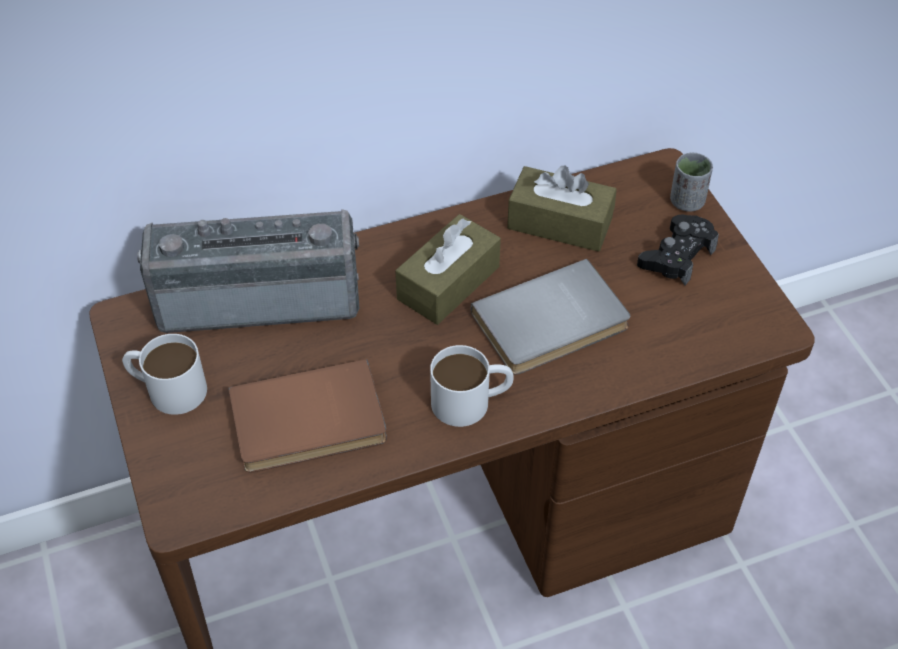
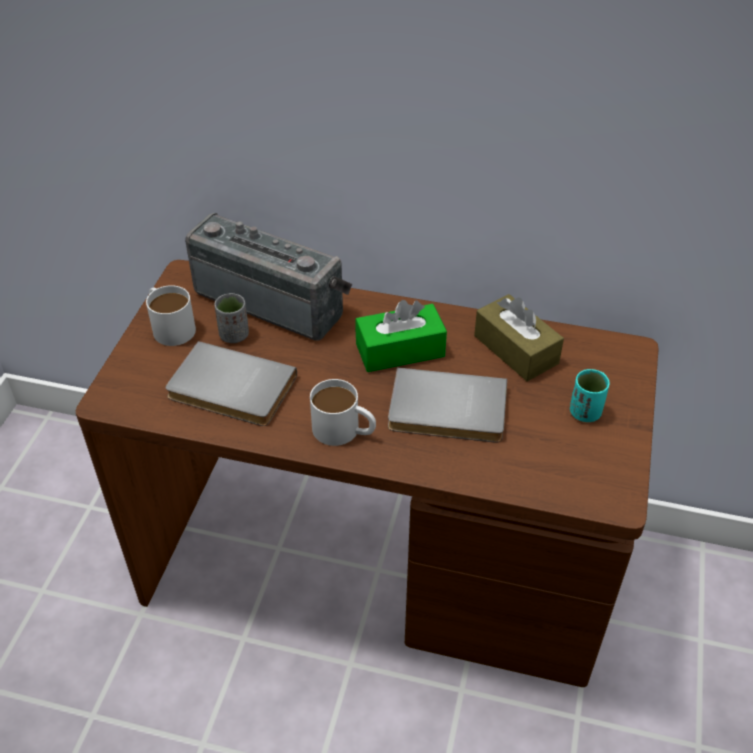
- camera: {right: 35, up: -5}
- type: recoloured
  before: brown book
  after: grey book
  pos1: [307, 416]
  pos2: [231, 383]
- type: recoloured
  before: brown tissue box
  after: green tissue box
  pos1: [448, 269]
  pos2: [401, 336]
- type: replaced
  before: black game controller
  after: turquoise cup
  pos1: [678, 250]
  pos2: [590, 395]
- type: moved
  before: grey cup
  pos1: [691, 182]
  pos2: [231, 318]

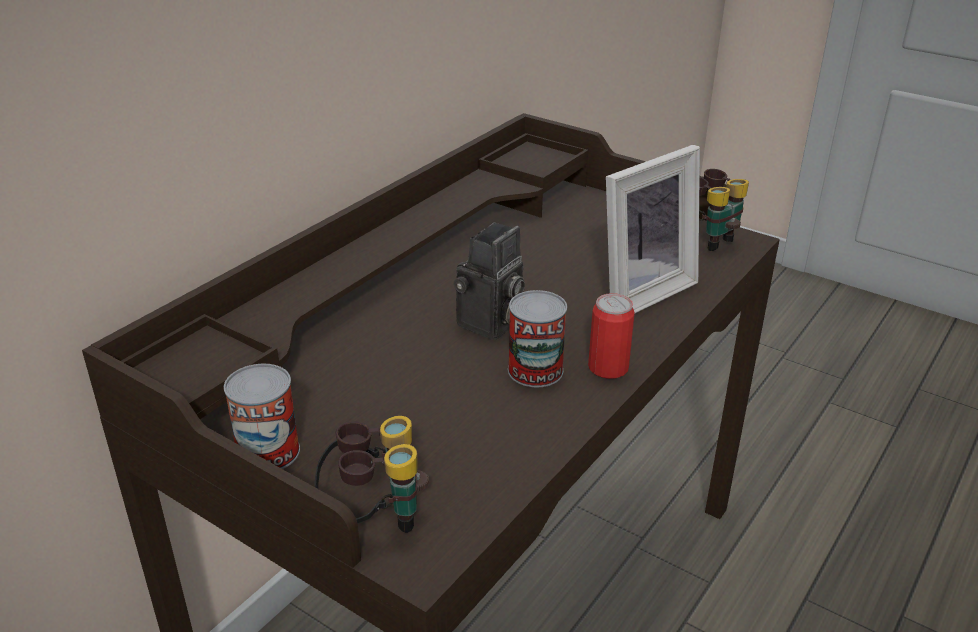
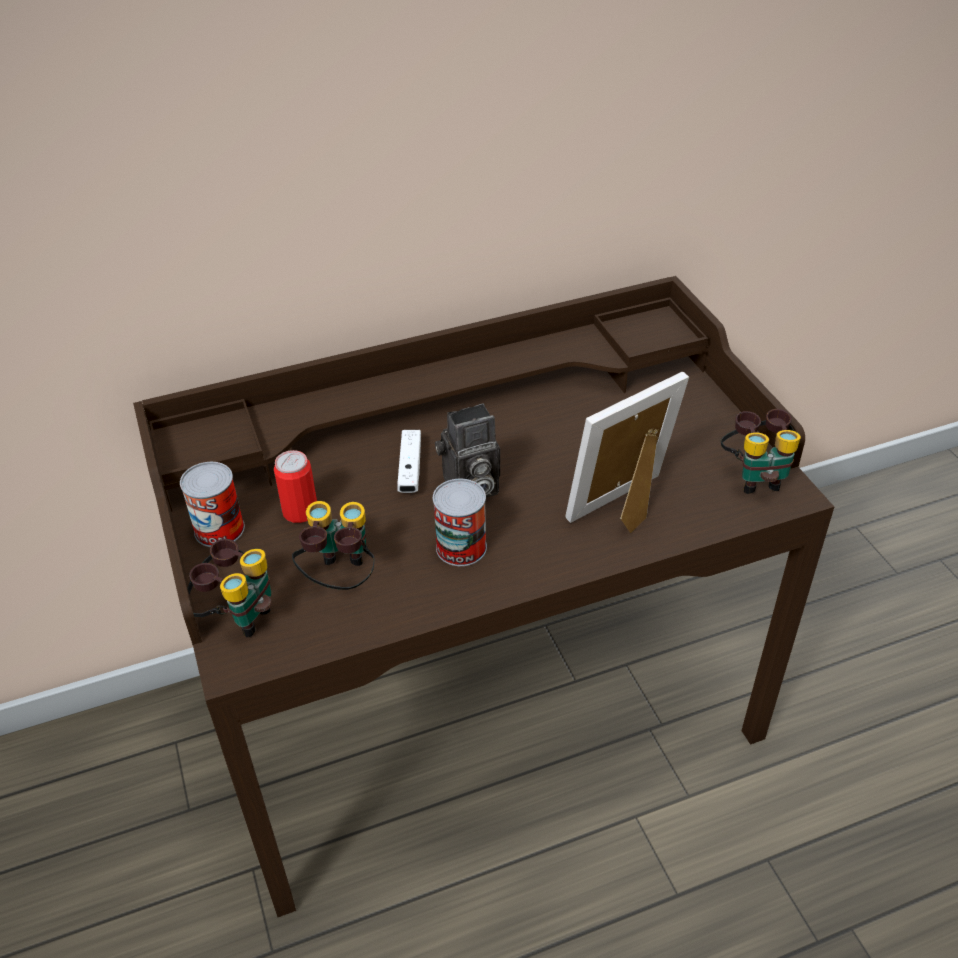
- camera: {right: 35, up: 10}
- type: moved
  before: can
  pos1: [611, 336]
  pos2: [295, 486]
- type: turned
  before: picture frame
  pos1: [653, 229]
  pos2: [627, 452]
  turn: 150
- type: added
  after: binoculars
  pos2: [333, 545]
- type: added
  after: white game controller
  pos2: [409, 461]

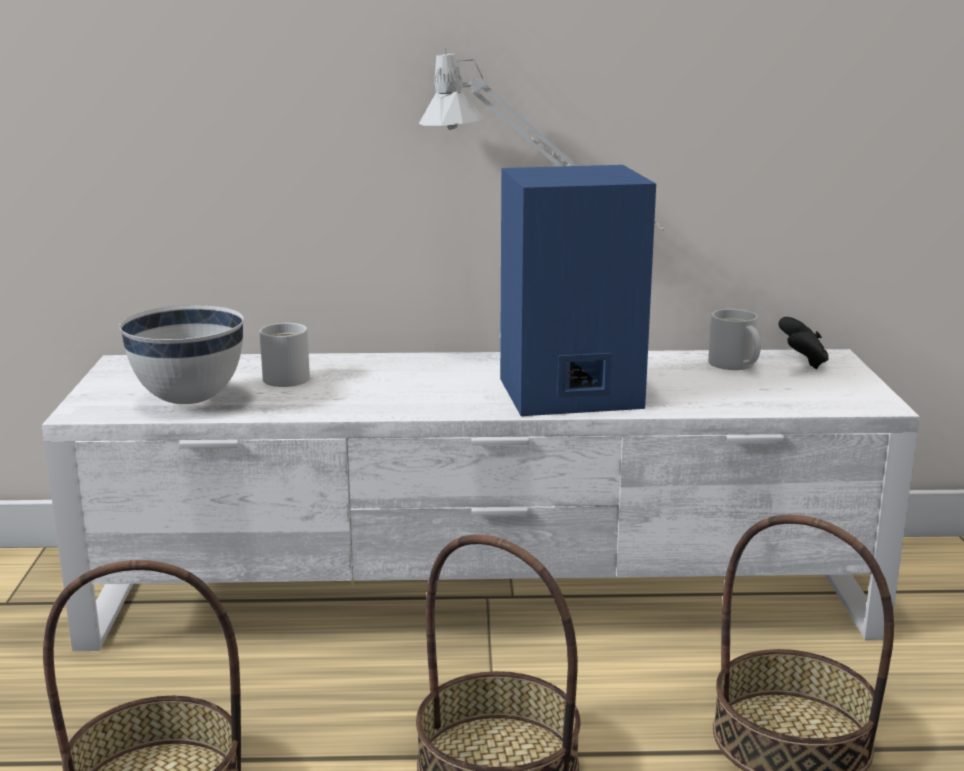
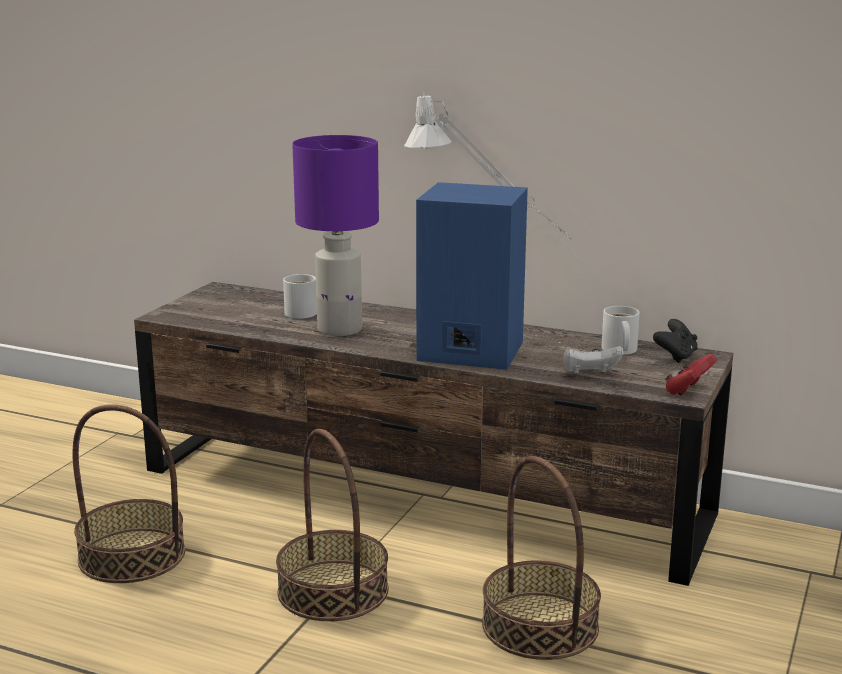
- camera: {right: 25, up: 0}
- type: recoloured
  before: white tv stand
  after: brown tv stand
  pos1: [481, 500]
  pos2: [433, 434]
- type: removed
  before: white bowl
  pos1: [181, 354]
- type: added
  after: purple table lamp
  pos2: [335, 235]
- type: added
  after: white game controller
  pos2: [593, 360]
- type: added
  after: red game controller
  pos2: [691, 374]

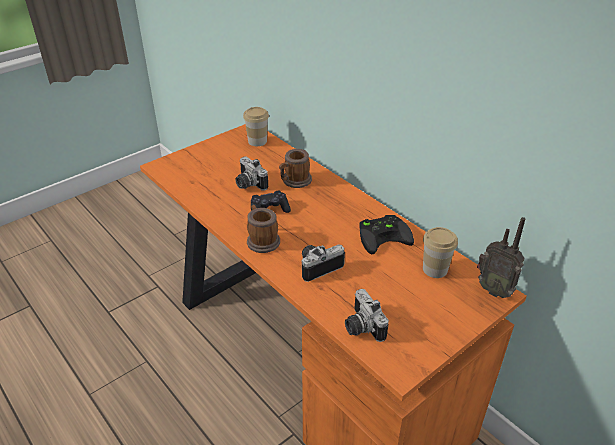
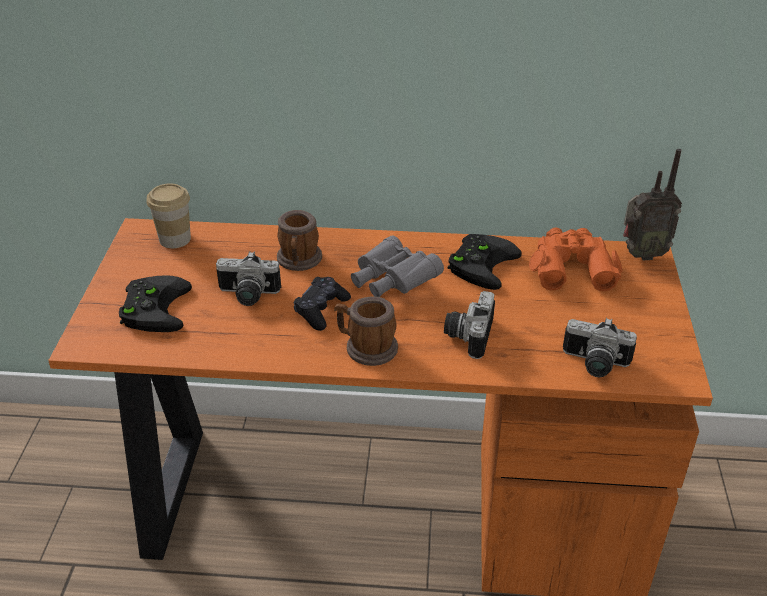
- camera: {right: -45, up: 0}
- type: replaced
  before: cup
  after: orange binoculars
  pos1: [440, 252]
  pos2: [575, 259]
- type: added
  after: black game controller
  pos2: [155, 303]
- type: added
  after: grey binoculars
  pos2: [397, 266]

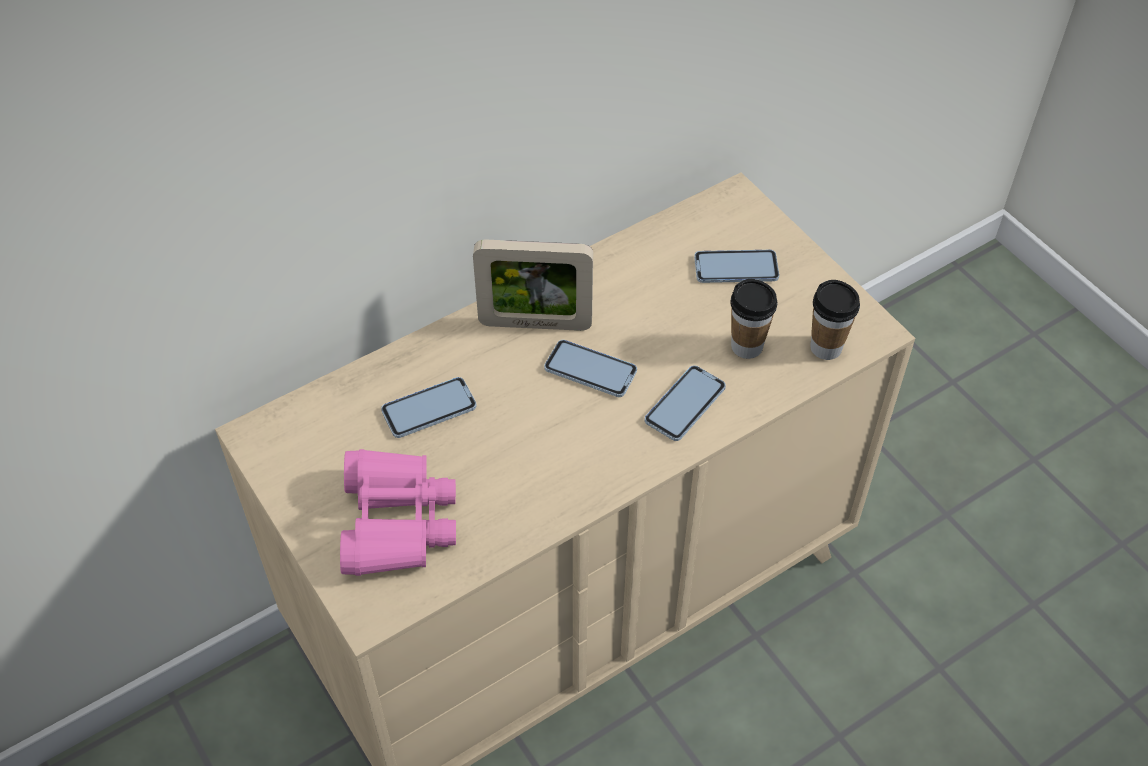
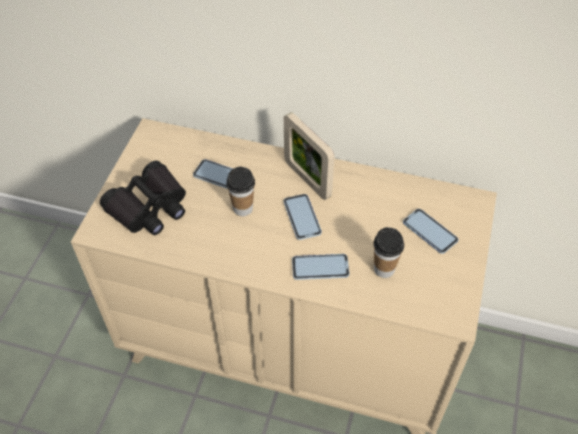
- camera: {right: 50, up: 0}
- type: recoloured
  before: pink binoculars
  after: black binoculars
  pos1: [398, 512]
  pos2: [143, 198]
- type: moved
  before: cup
  pos1: [835, 320]
  pos2: [240, 191]

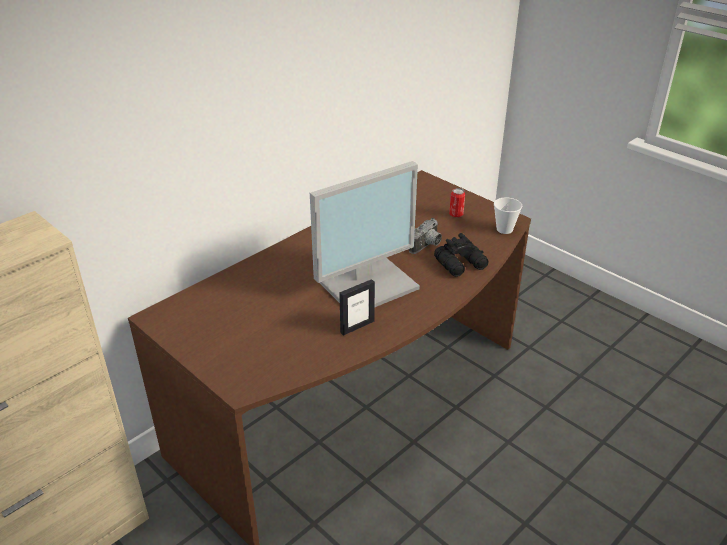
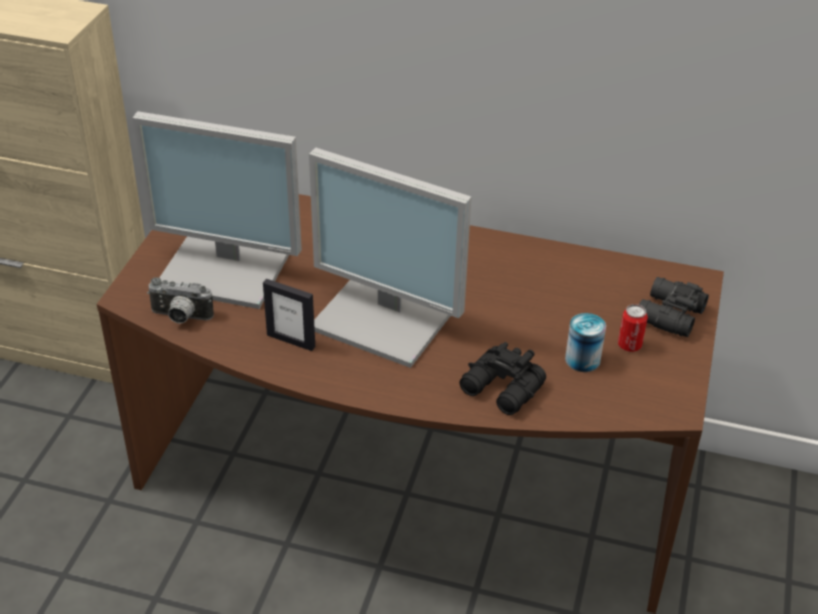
- camera: {right: 60, up: 5}
- type: moved
  before: photo camera
  pos1: [425, 236]
  pos2: [180, 300]
- type: removed
  before: cup
  pos1: [508, 215]
- type: added
  after: monitor
  pos2: [217, 210]
- type: added
  after: can
  pos2: [585, 342]
- type: added
  after: black binoculars
  pos2: [674, 307]

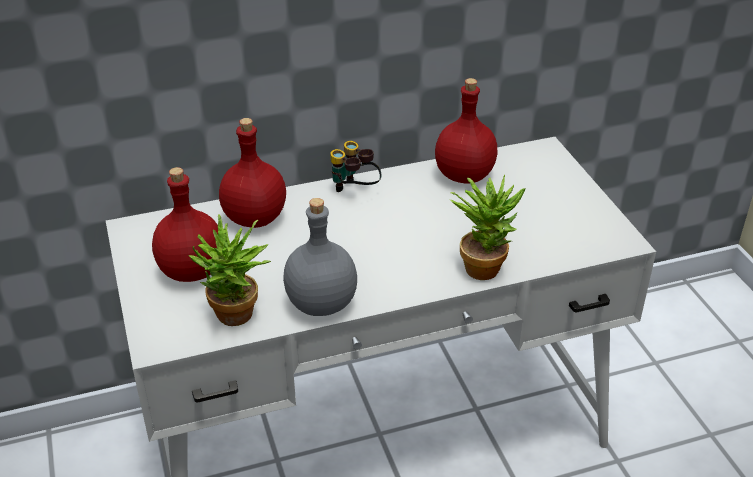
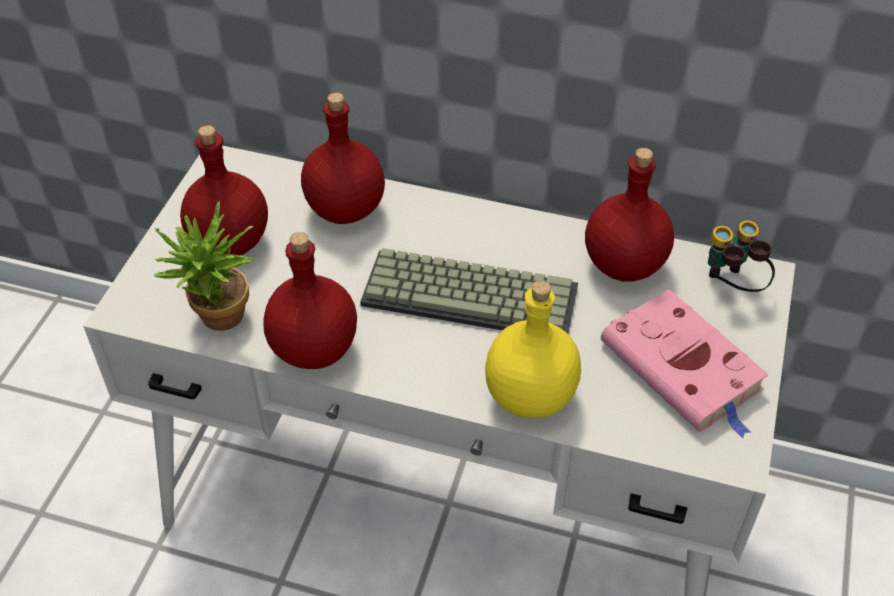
- camera: {right: 35, up: 10}
- type: recoloured
  before: grey bottle
  after: red bottle
  pos1: [320, 257]
  pos2: [310, 300]
- type: moved
  before: binoculars
  pos1: [355, 166]
  pos2: [741, 256]
- type: replaced
  before: potted plant
  after: yellow bottle
  pos1: [487, 227]
  pos2: [533, 349]
- type: added
  after: keyboard
  pos2: [469, 290]
- type: added
  after: pink book
  pos2: [685, 363]

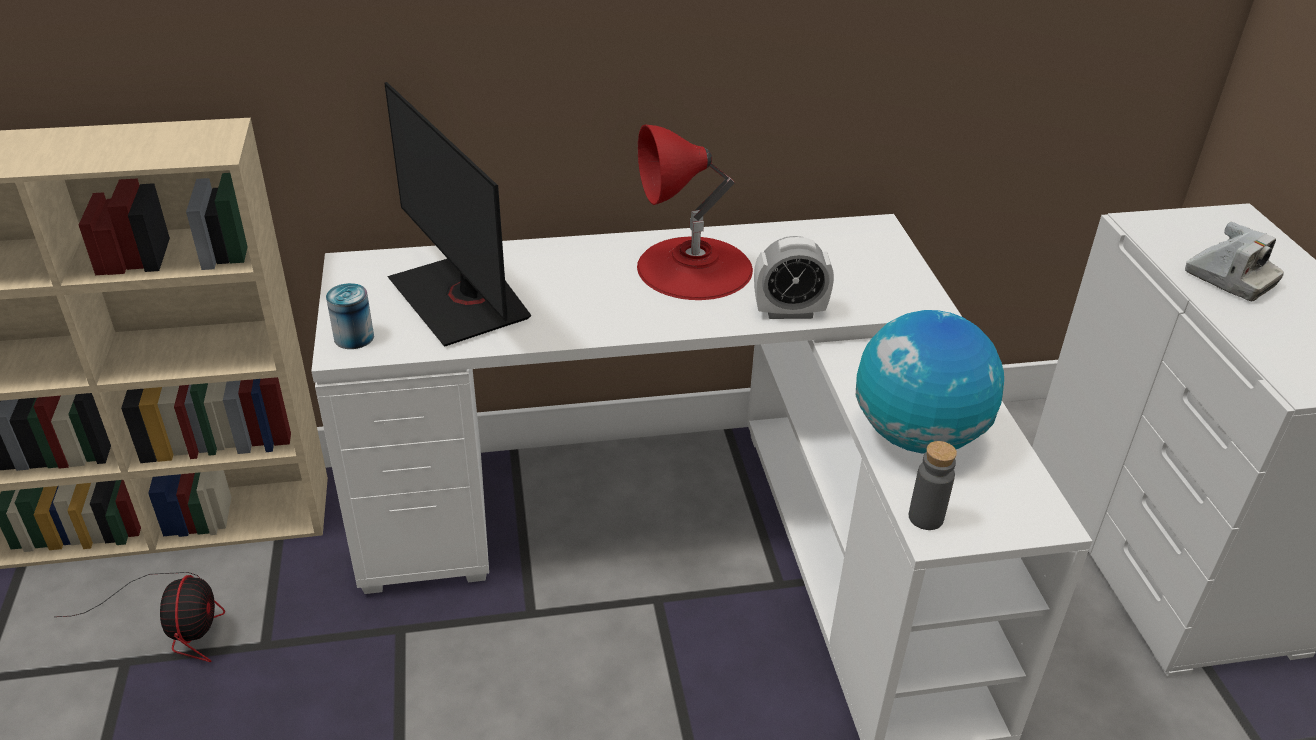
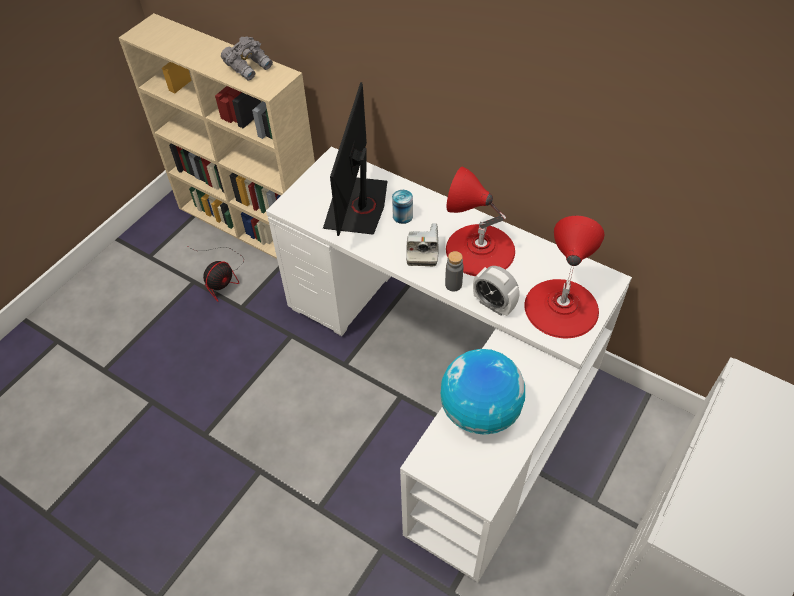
- camera: {right: 45, up: 15}
- type: moved
  before: can
  pos1: [350, 316]
  pos2: [402, 207]
- type: moved
  before: grey bottle
  pos1: [933, 485]
  pos2: [454, 271]
- type: moved
  before: photo camera
  pos1: [1234, 262]
  pos2: [422, 244]
- type: added
  after: grey binoculars
  pos2: [247, 58]
- type: added
  after: red table lamp
  pos2: [564, 277]

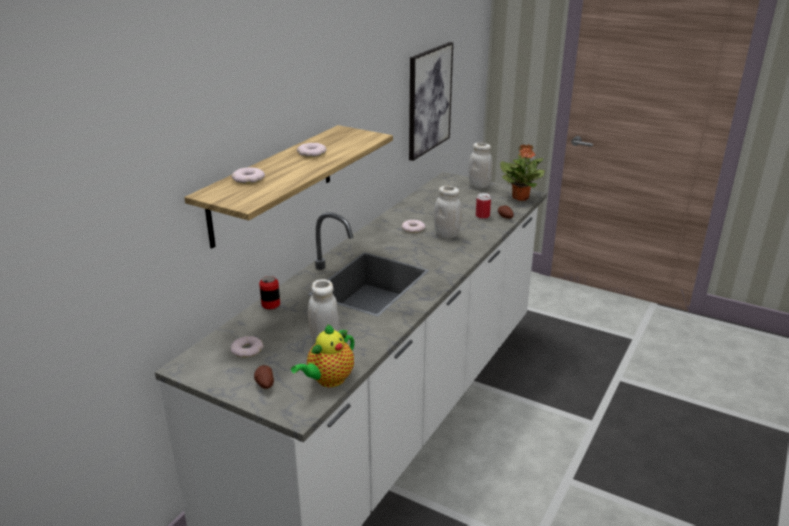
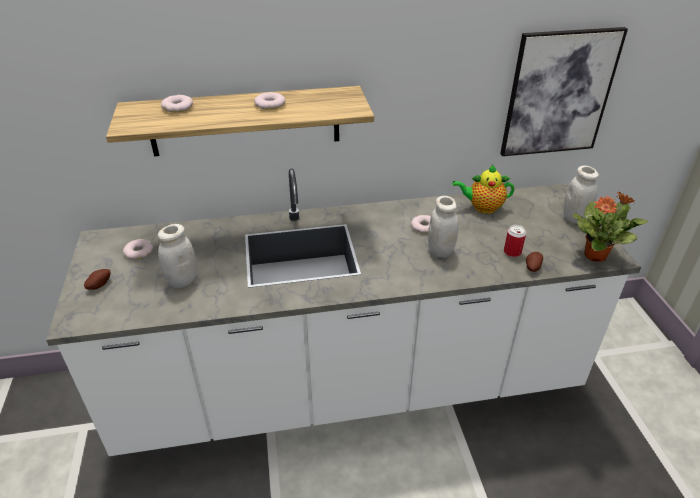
- camera: {right: 50, up: 10}
- type: removed
  before: can
  pos1: [269, 292]
- type: moved
  before: teapot
  pos1: [322, 355]
  pos2: [483, 189]

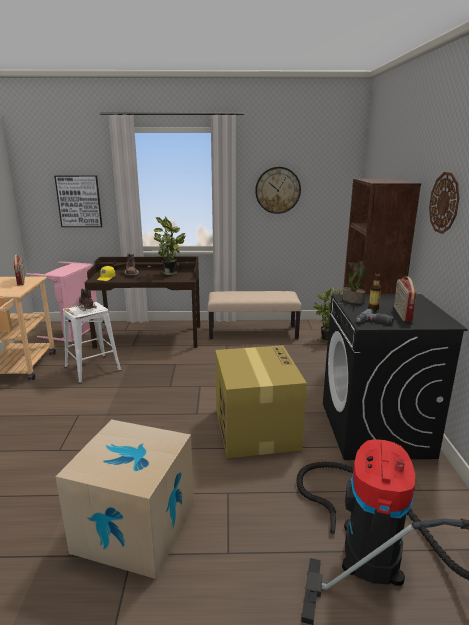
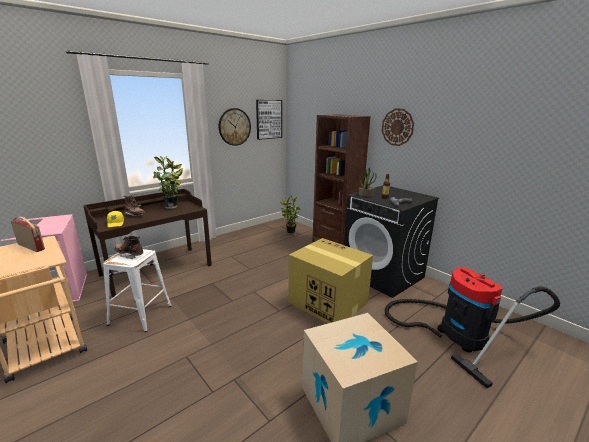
- camera: {right: -40, up: 0}
- type: moved
  before: picture
  pos1: [78, 201]
  pos2: [269, 120]
- type: removed
  before: beige bench
  pos1: [255, 315]
- type: removed
  before: radio
  pos1: [405, 299]

